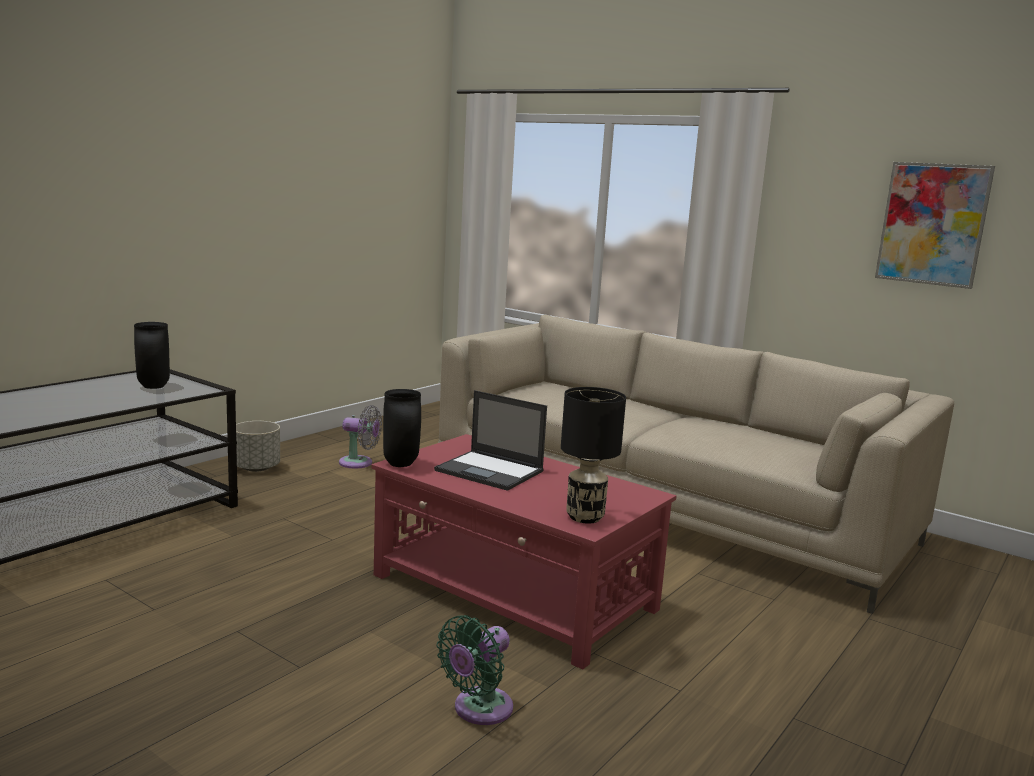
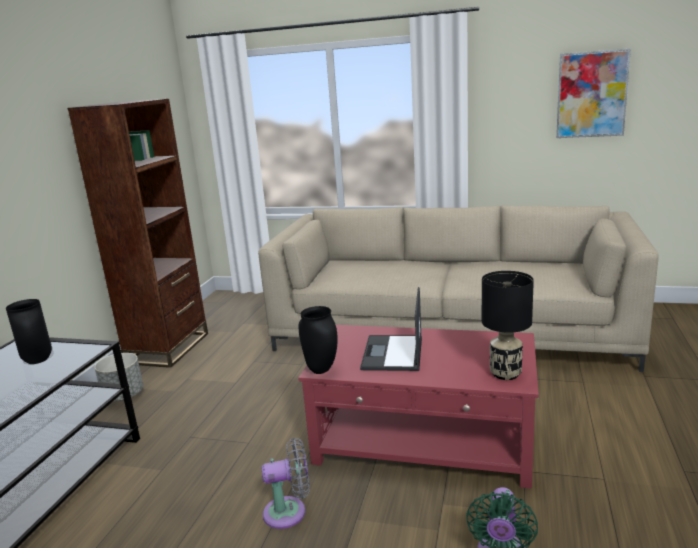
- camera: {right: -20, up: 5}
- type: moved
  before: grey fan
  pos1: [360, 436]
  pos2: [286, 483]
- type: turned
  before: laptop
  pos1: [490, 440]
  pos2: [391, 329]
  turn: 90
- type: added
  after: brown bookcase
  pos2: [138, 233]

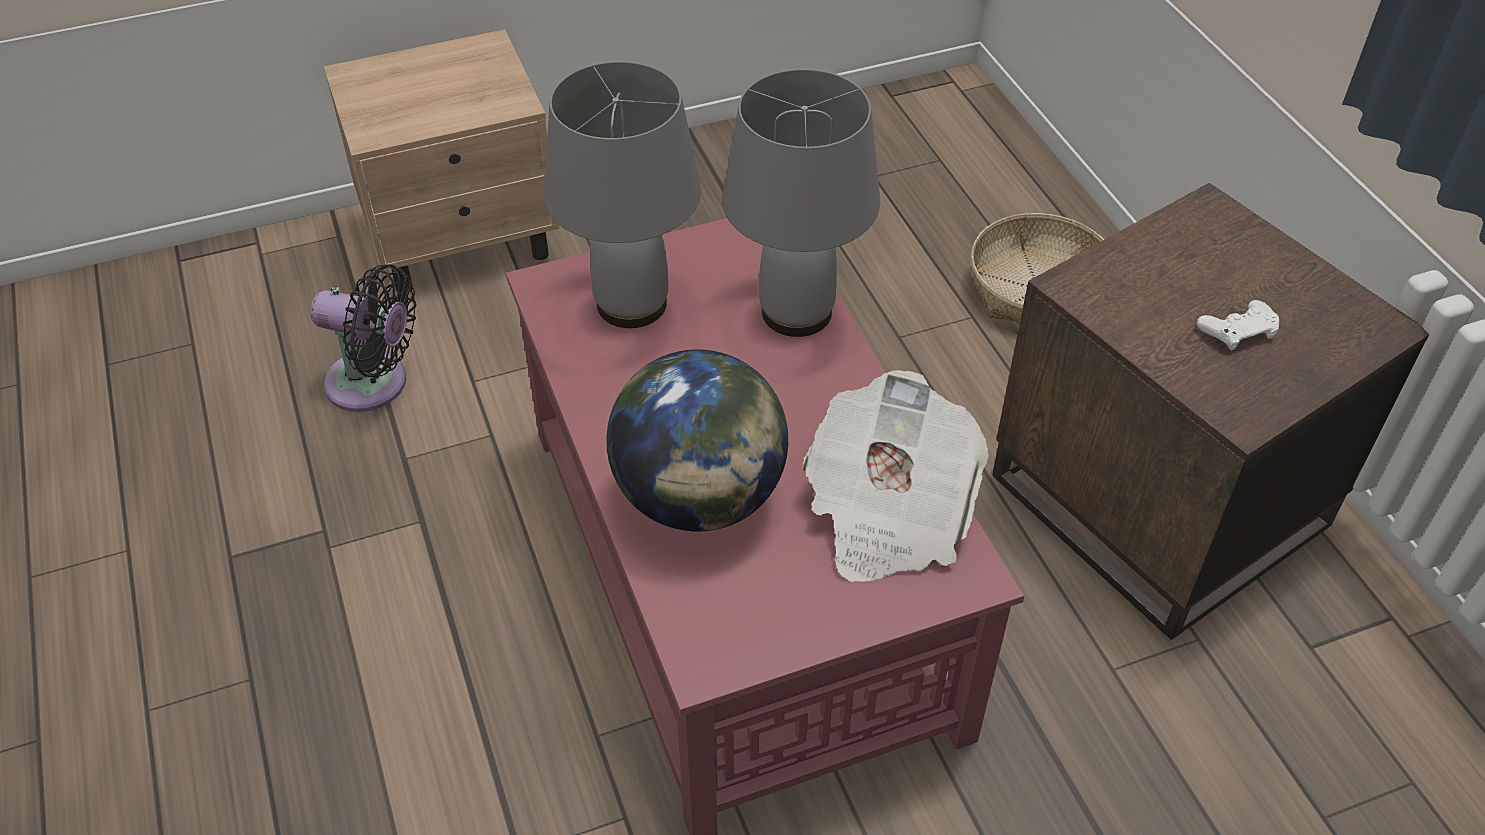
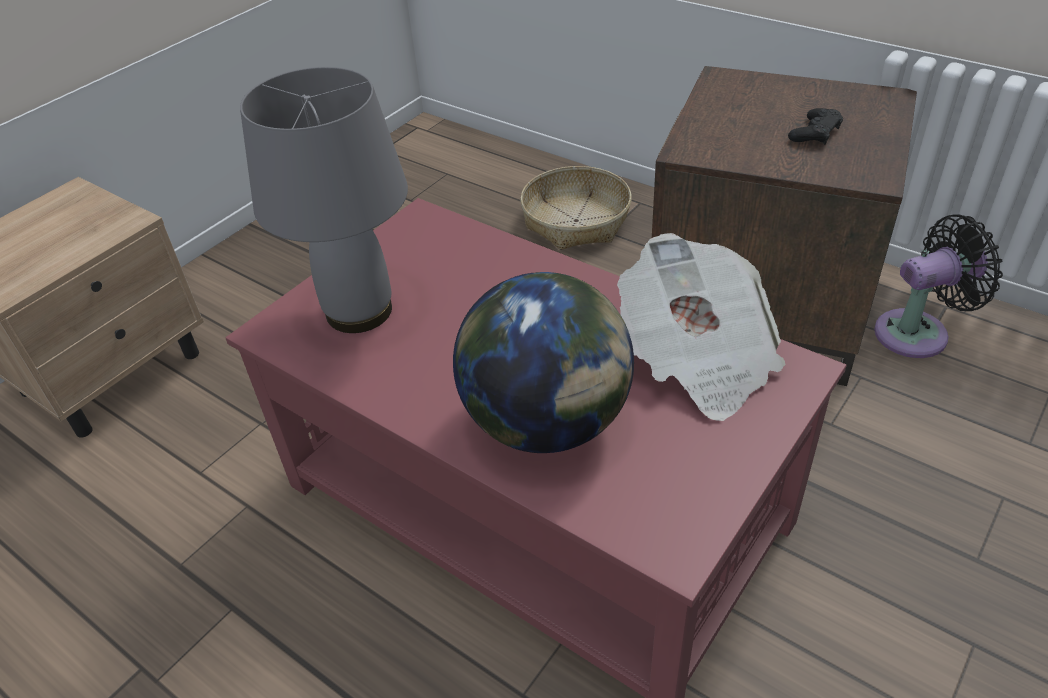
- camera: {right: -30, up: -5}
- type: moved
  before: black fan
  pos1: [363, 338]
  pos2: [938, 286]
- type: removed
  before: grey table lamp
  pos1: [801, 203]
- type: recoloured
  before: white game controller
  after: black game controller
  pos1: [1238, 325]
  pos2: [815, 126]

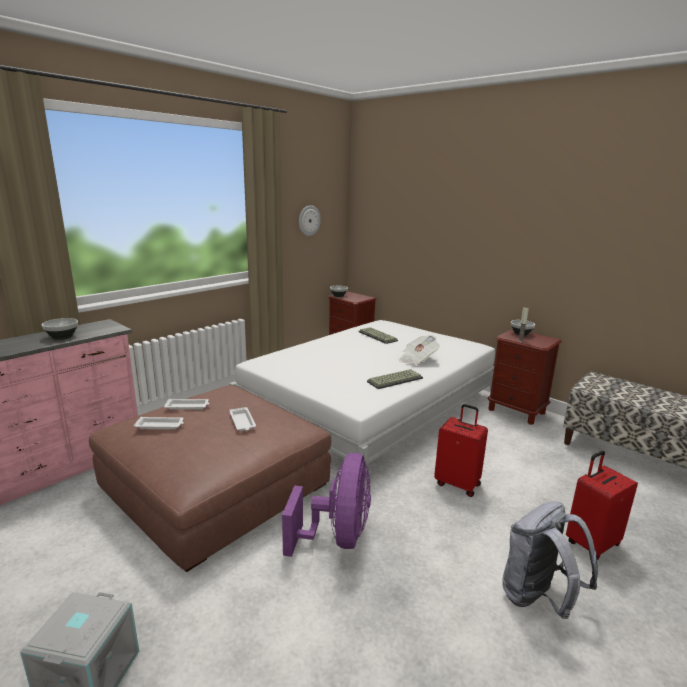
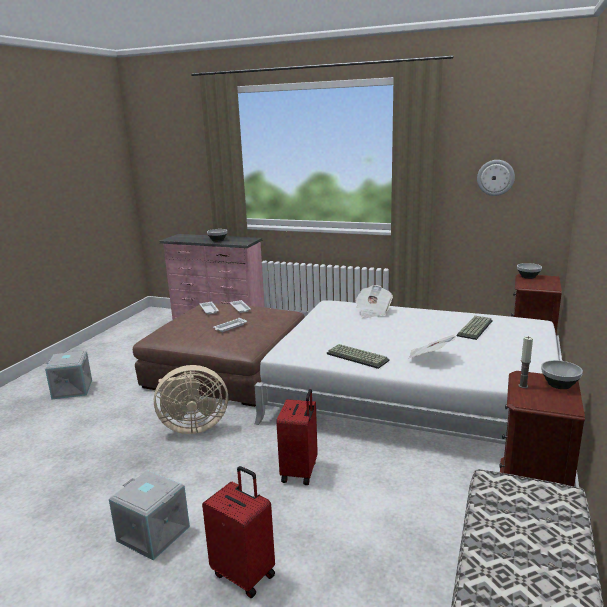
- camera: {right: 70, up: 0}
- type: recoloured
  before: purple fan
  after: beige fan
  pos1: [326, 505]
  pos2: [191, 399]
- type: replaced
  before: grey backpack
  after: grey storage box
  pos1: [550, 560]
  pos2: [149, 515]
- type: added
  after: newspaper
  pos2: [374, 301]

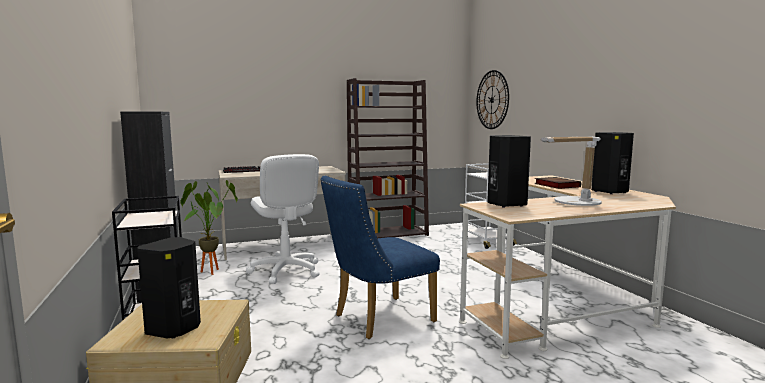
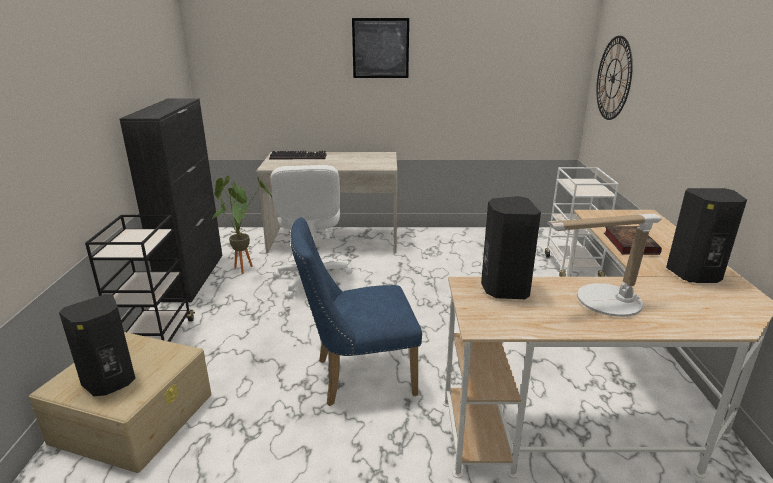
- camera: {right: 20, up: 15}
- type: removed
  before: brown bookcase
  pos1: [388, 158]
- type: added
  after: picture
  pos2: [380, 48]

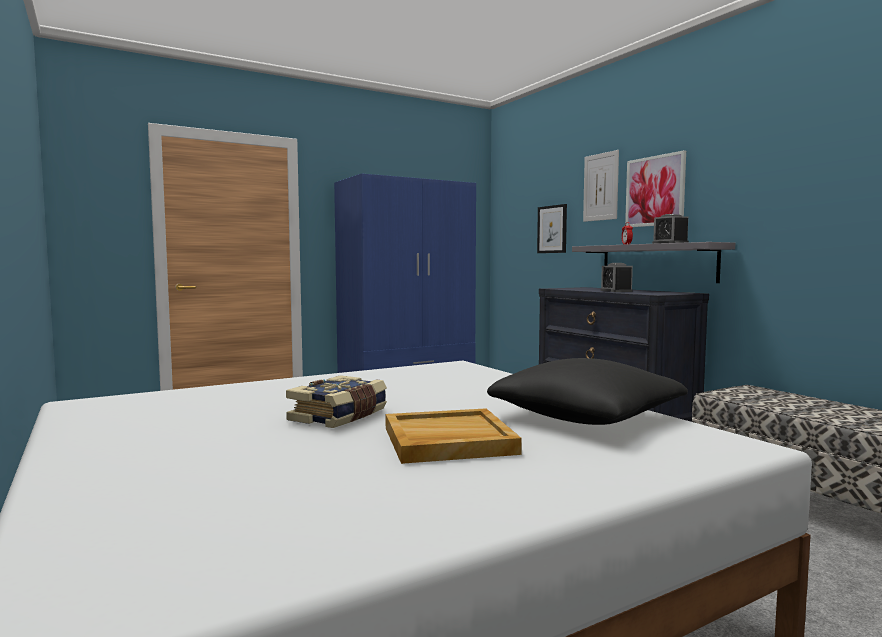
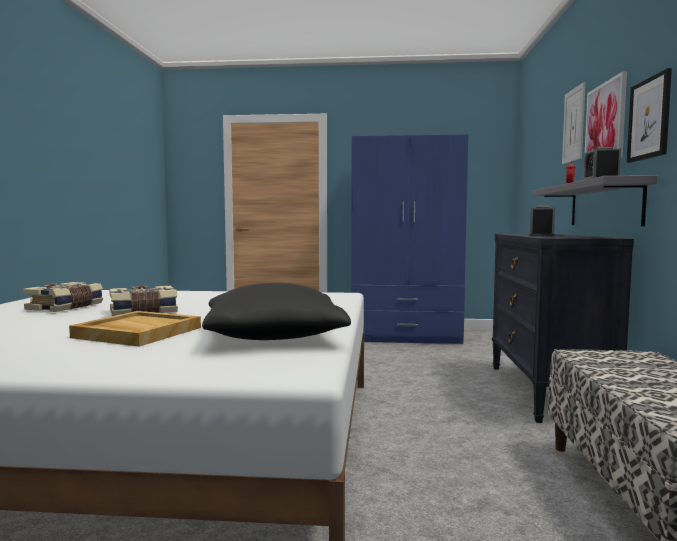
- camera: {right: 35, up: 0}
- type: moved
  before: picture
  pos1: [552, 228]
  pos2: [649, 115]
- type: added
  after: book
  pos2: [63, 297]

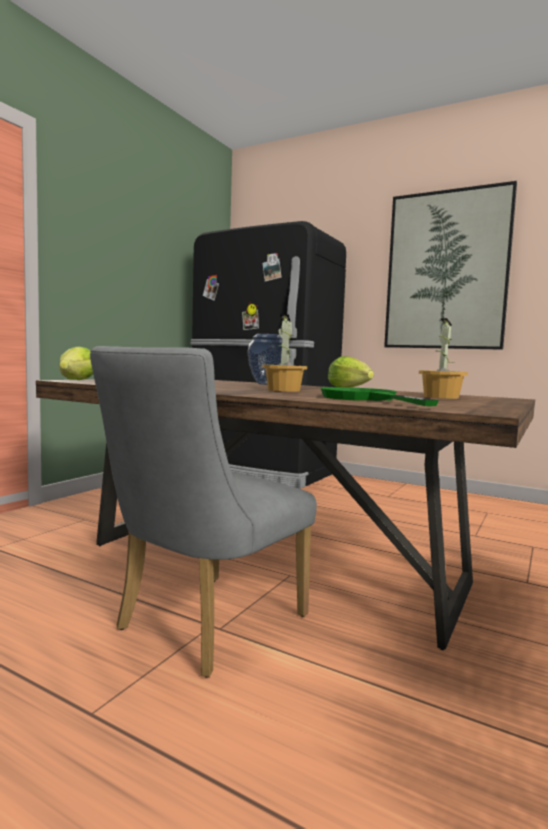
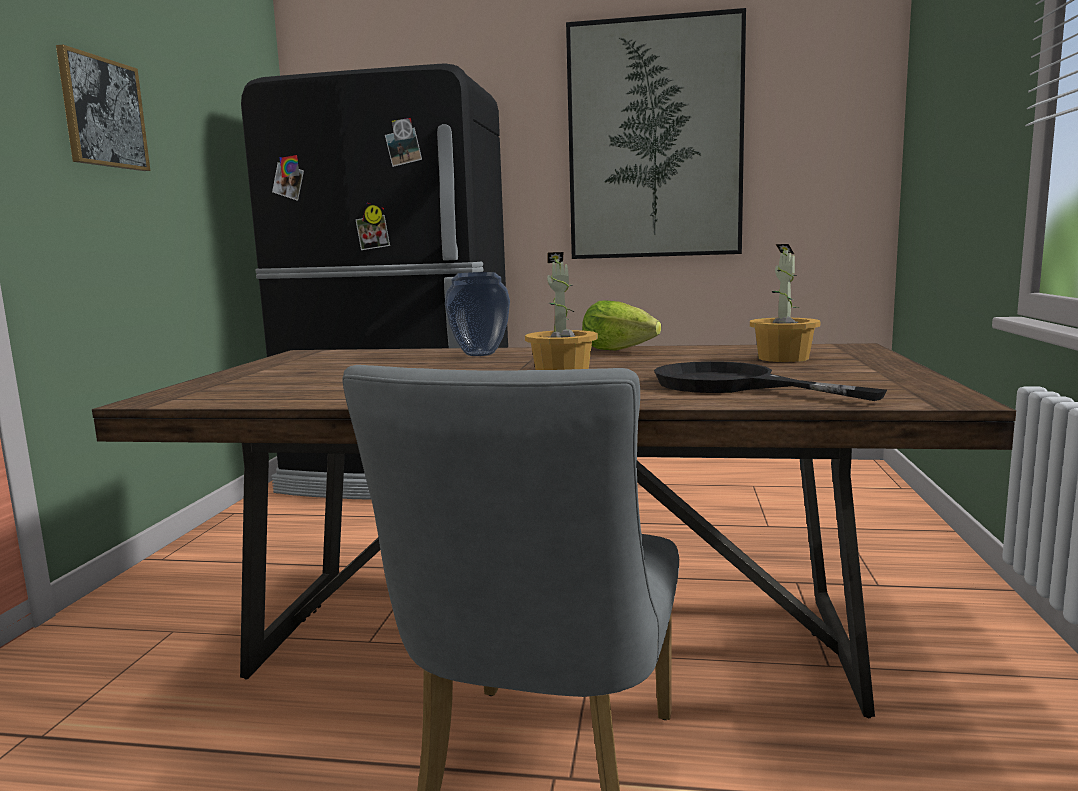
- camera: {right: -20, up: 5}
- type: removed
  before: lettuce
  pos1: [76, 363]
- type: recoloured
  before: green frying pan
  after: black frying pan
  pos1: [380, 396]
  pos2: [770, 381]
- type: added
  after: picture
  pos2: [103, 108]

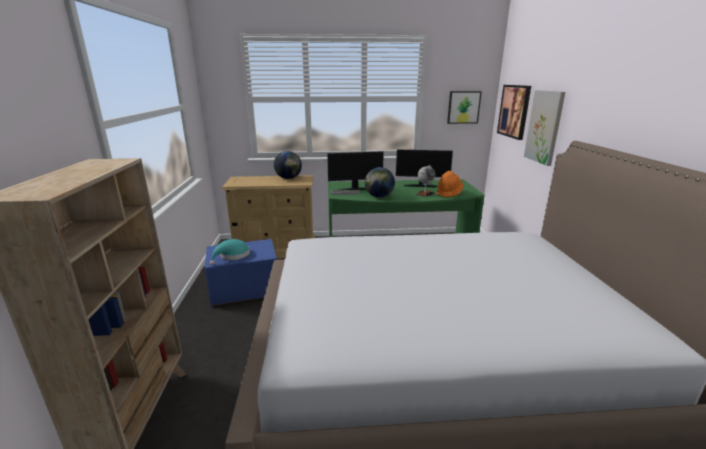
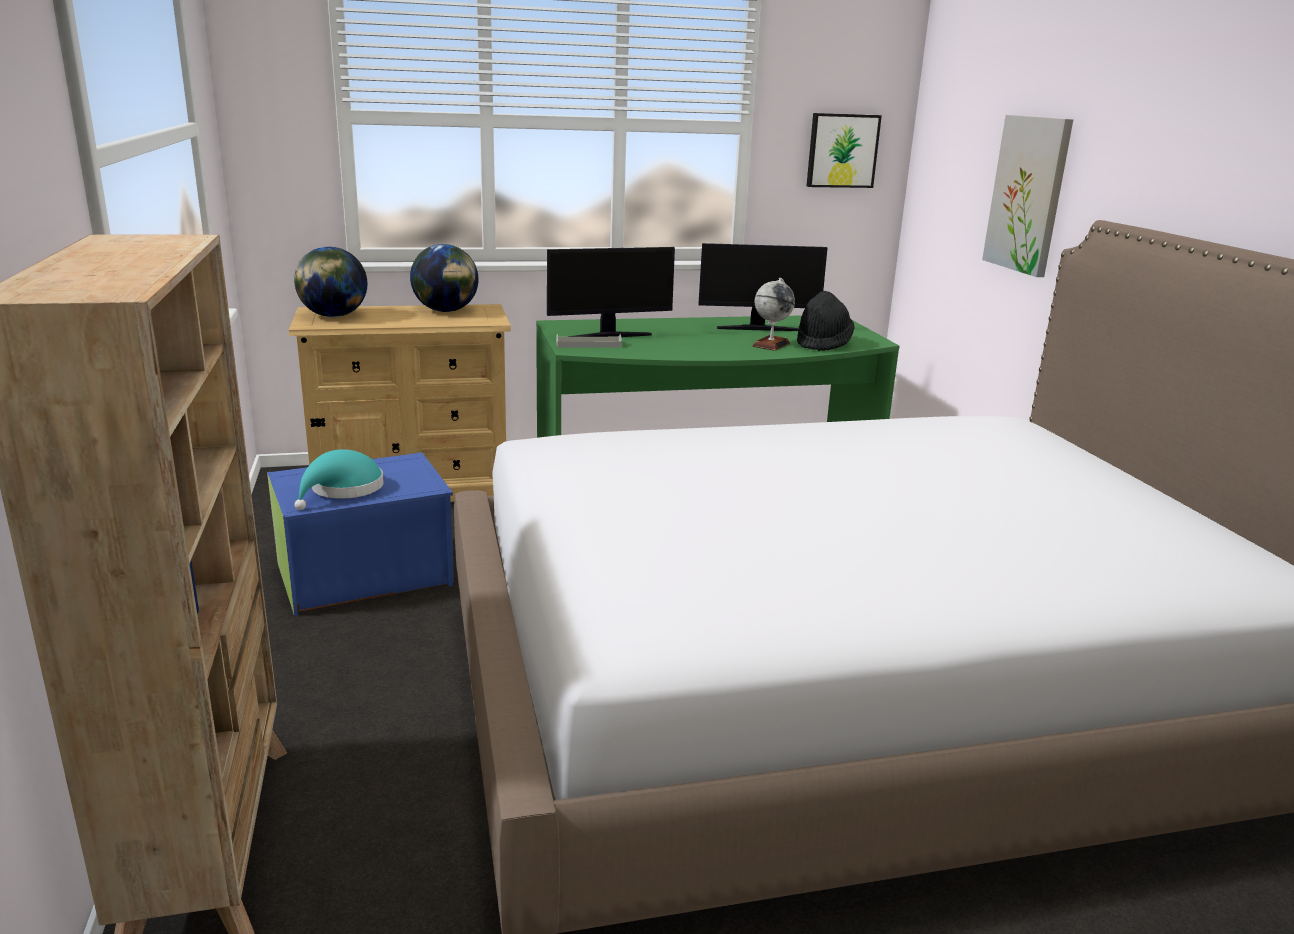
- camera: {right: -10, up: 0}
- type: moved
  before: globe
  pos1: [380, 182]
  pos2: [330, 282]
- type: recoloured
  before: orange hat
  after: black hat
  pos1: [450, 184]
  pos2: [826, 321]
- type: removed
  before: picture
  pos1: [514, 112]

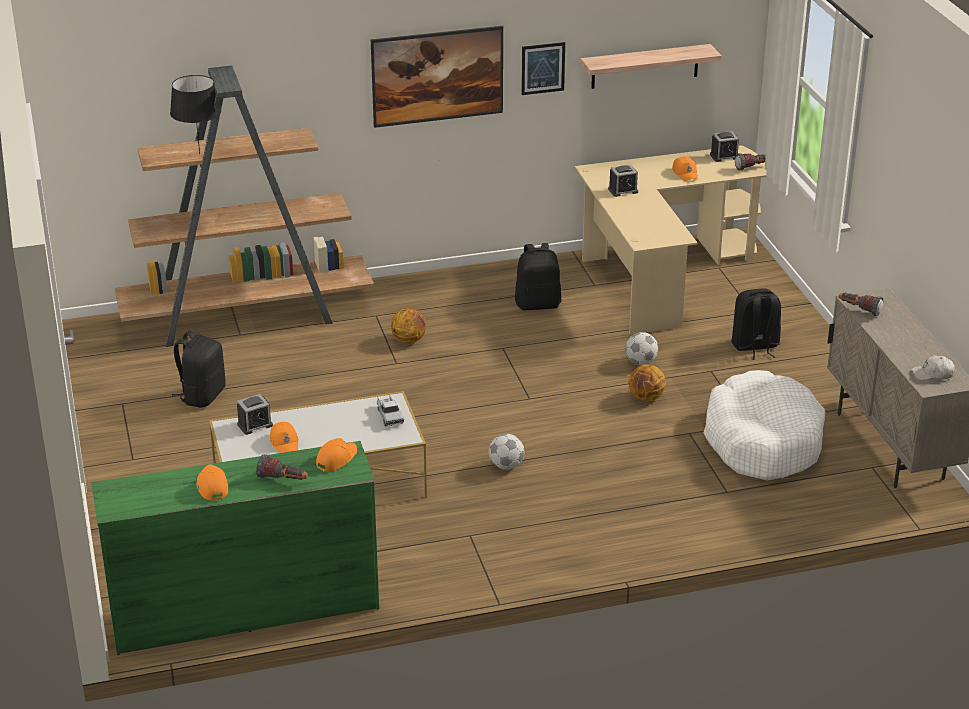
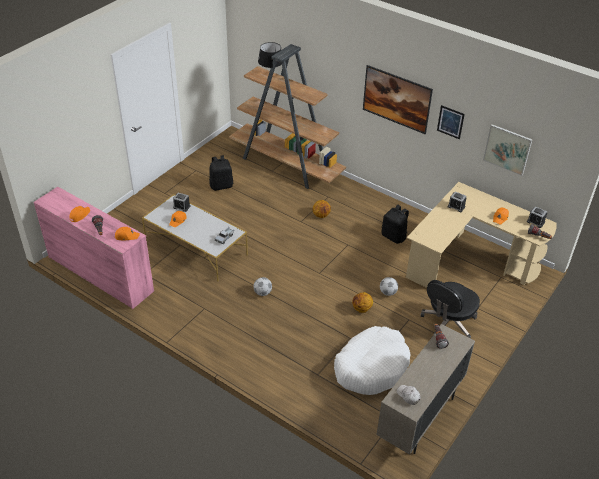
- camera: {right: 50, up: 10}
- type: recoloured
  before: green dresser
  after: pink dresser
  pos1: [235, 548]
  pos2: [94, 248]
- type: replaced
  before: shelf
  after: picture
  pos1: [651, 66]
  pos2: [508, 150]
- type: replaced
  before: black backpack
  after: black office chair
  pos1: [756, 324]
  pos2: [450, 309]

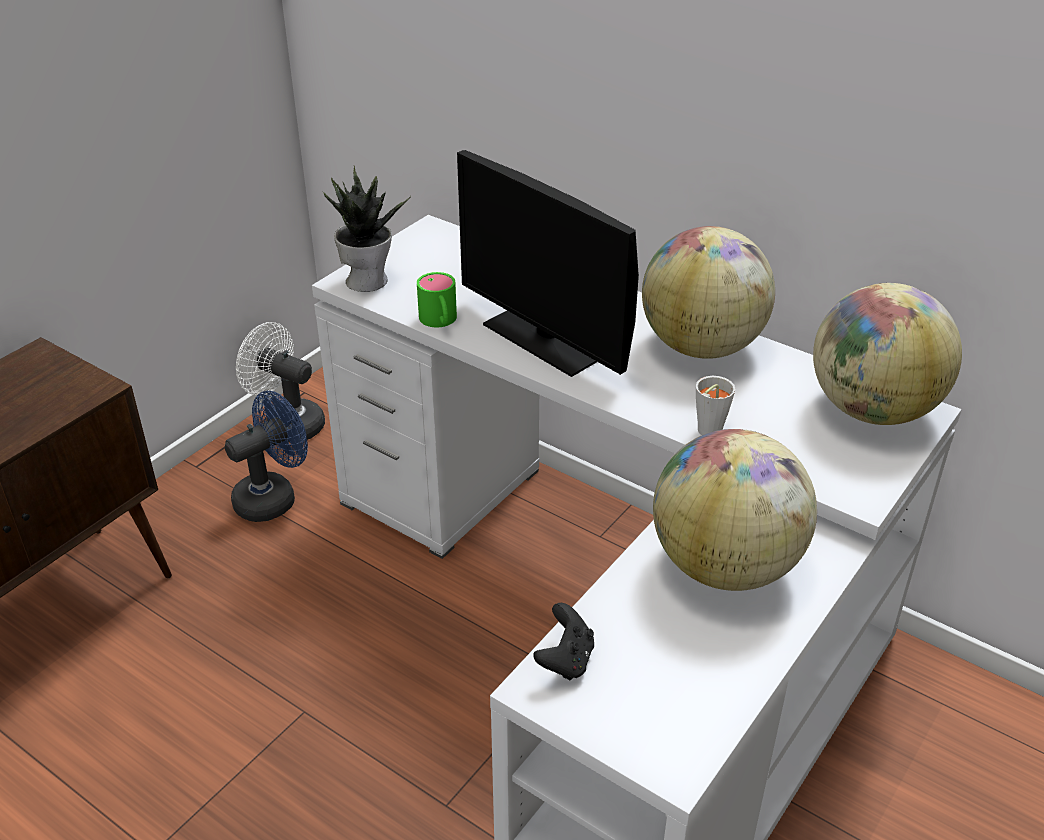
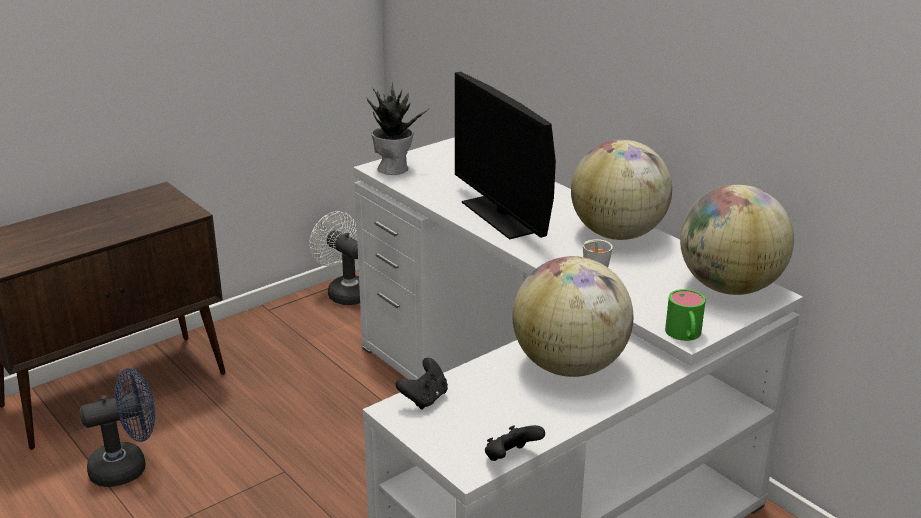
- camera: {right: 15, up: -10}
- type: moved
  before: blue fan
  pos1: [266, 456]
  pos2: [117, 427]
- type: moved
  before: green mug
  pos1: [437, 299]
  pos2: [685, 315]
- type: added
  after: black game controller
  pos2: [515, 443]

